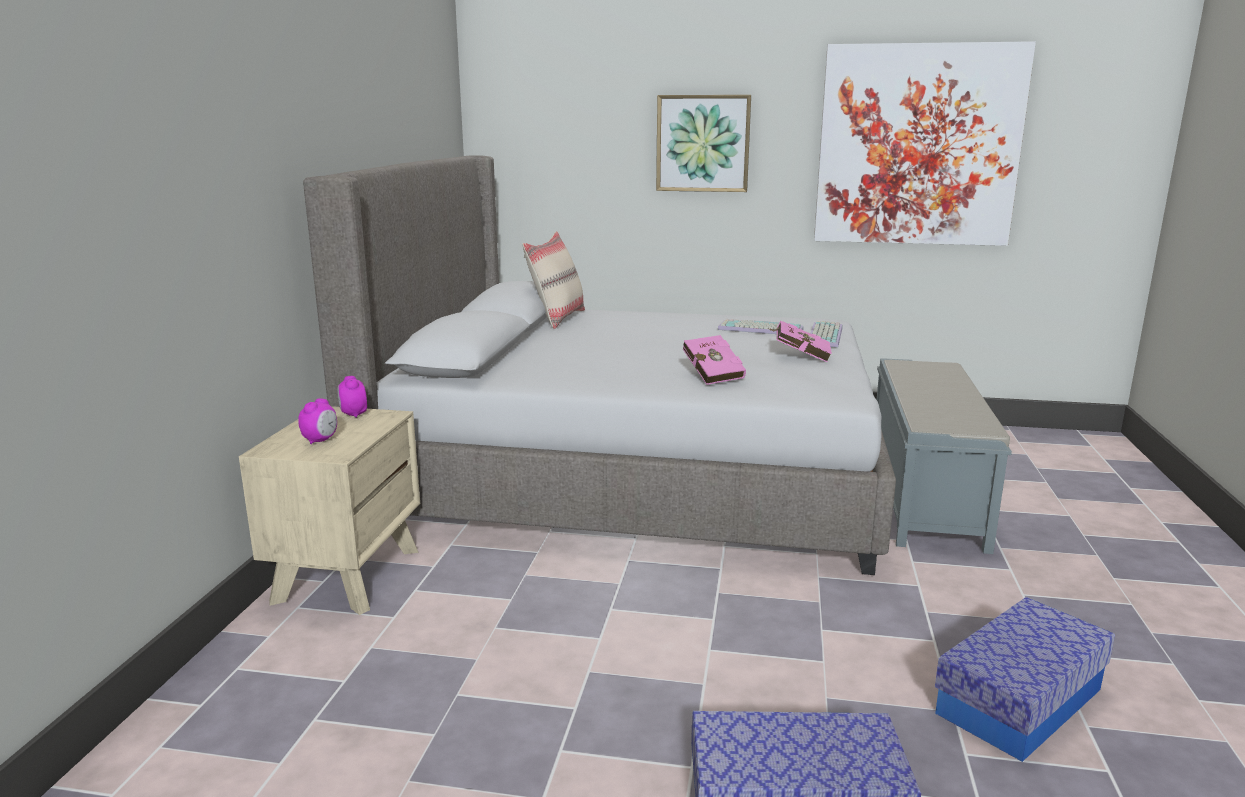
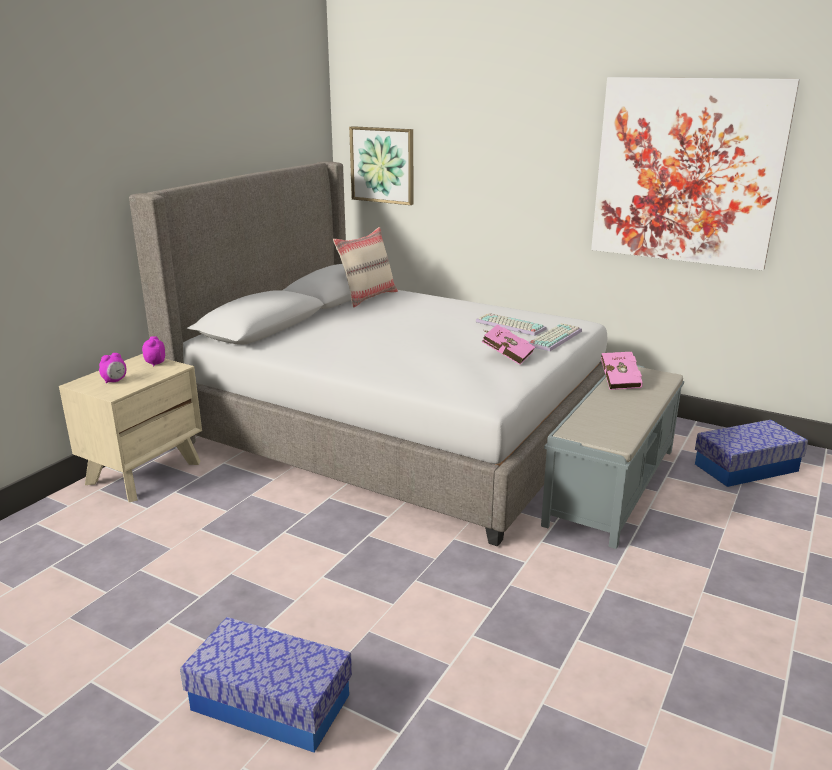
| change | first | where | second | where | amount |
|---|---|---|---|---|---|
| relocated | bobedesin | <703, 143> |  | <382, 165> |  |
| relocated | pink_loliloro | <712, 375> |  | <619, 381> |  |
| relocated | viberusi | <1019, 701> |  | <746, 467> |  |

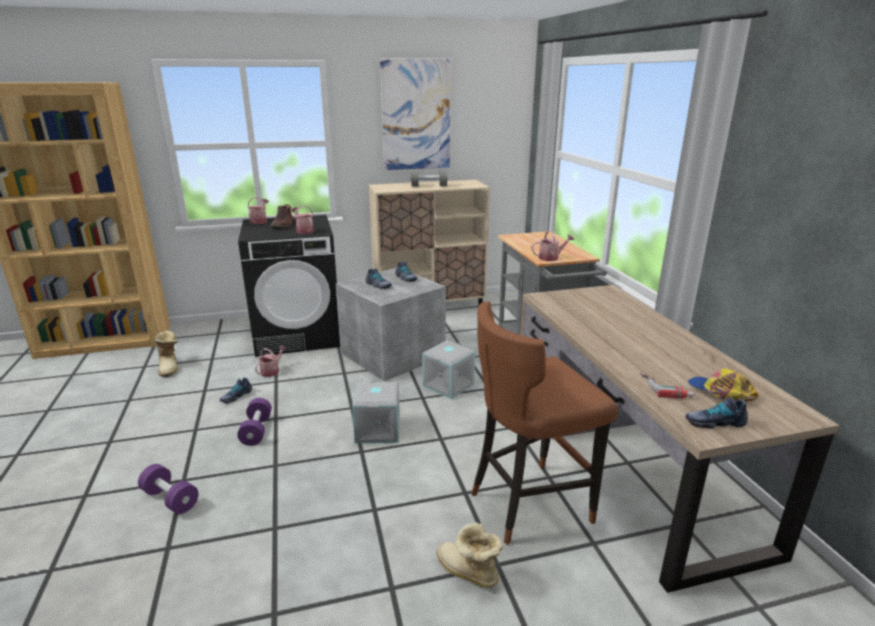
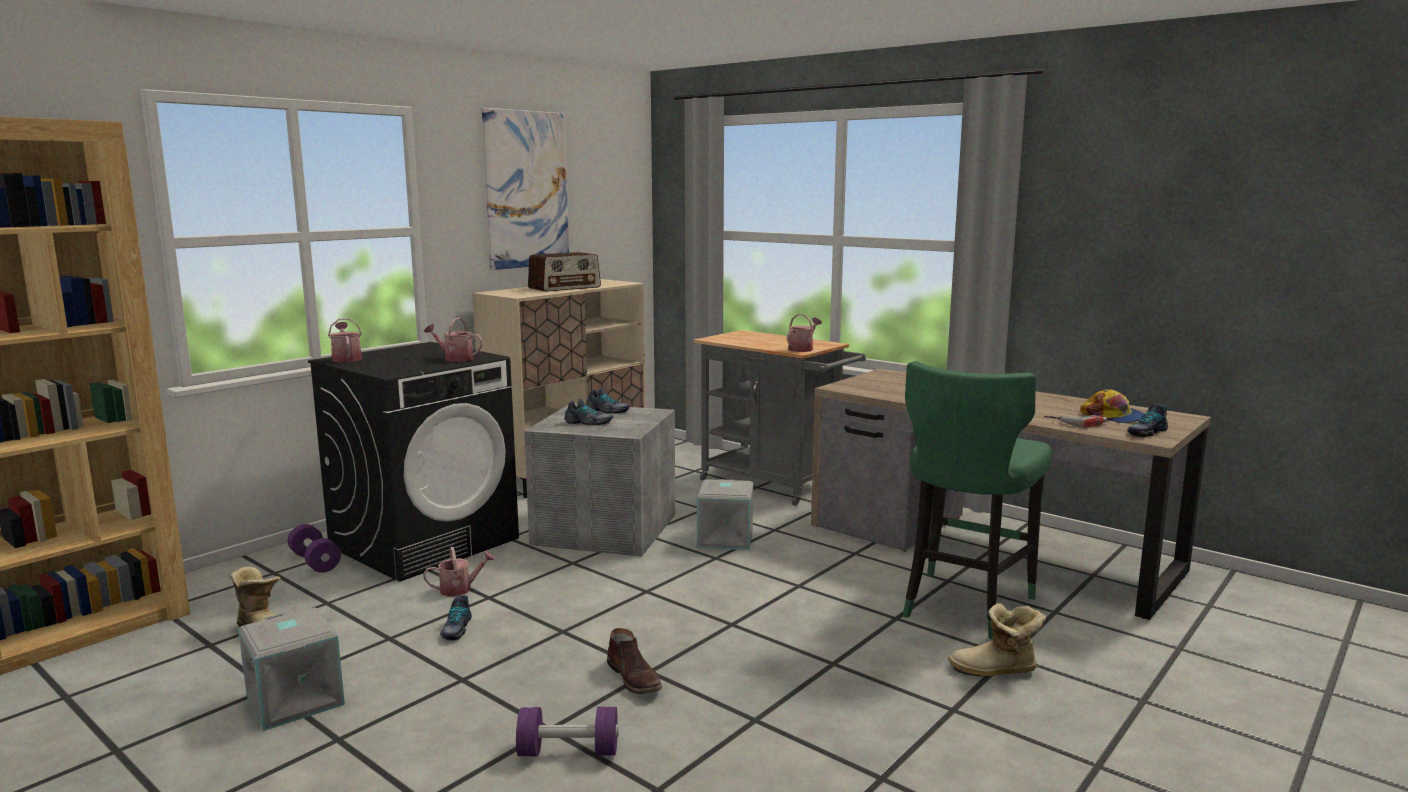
| change | first | where | second | where | amount |
|---|---|---|---|---|---|
| relocated | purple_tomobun | <256, 430> |  | <315, 562> |  |
| spun | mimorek | <272, 371> |  | <460, 589> | 75 degrees clockwise |
| relocated | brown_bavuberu | <283, 225> |  | <635, 678> |  |
| relocated | grey_viberusi | <379, 430> |  | <297, 700> |  |
| exchanged | grey_tomobun | <429, 186> | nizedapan | <565, 287> |  |
| colour | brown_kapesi | <528, 504> | green_kapesi | <963, 606> |  |
| spun | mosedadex | <719, 392> |  | <1113, 417> | 135 degrees counterclockwise |

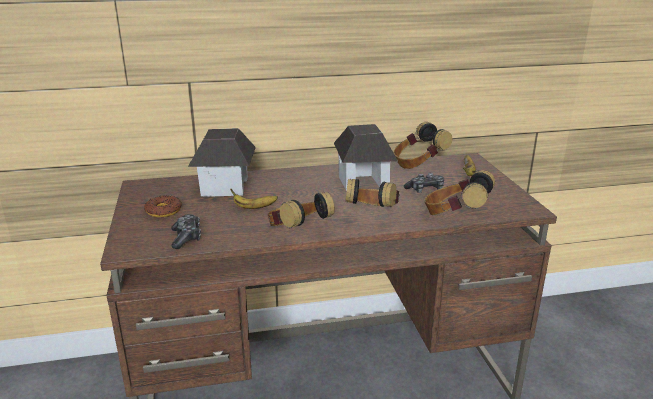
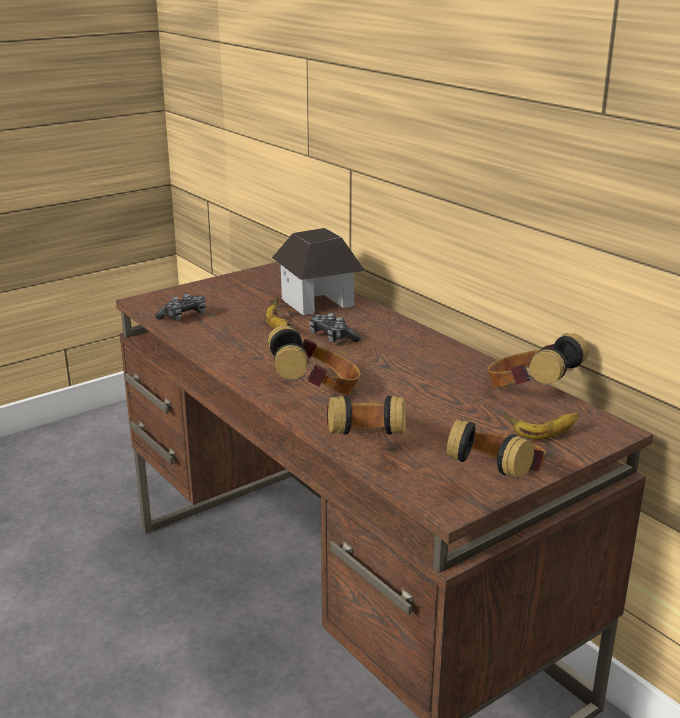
| change | first | where | second | where | amount |
|---|---|---|---|---|---|
| missing | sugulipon | <163, 211> |  |  |  |
| relocated | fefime | <297, 233> |  | <497, 482> |  |
| missing | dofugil | <363, 181> |  |  |  |
| relocated | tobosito | <425, 190> |  | <332, 337> |  |

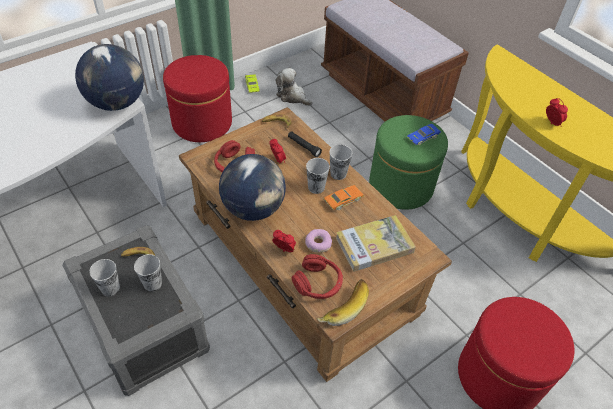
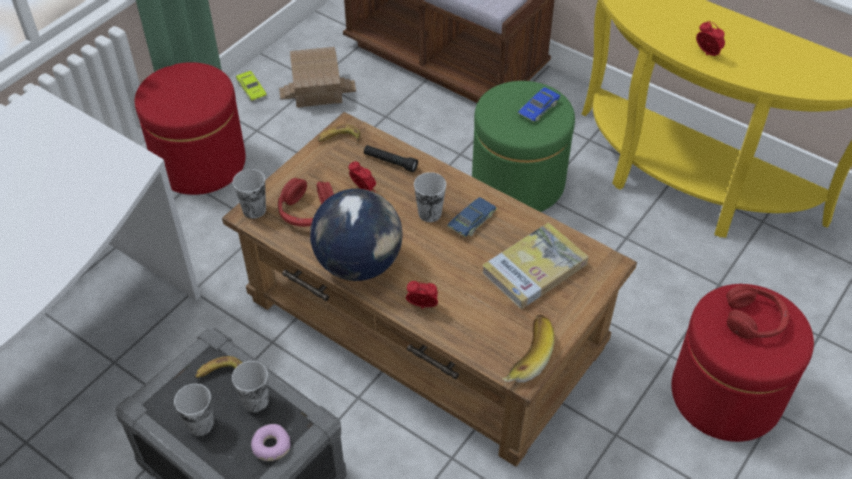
| change | first | where | second | where | amount |
|---|---|---|---|---|---|
| missing | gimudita | <117, 103> |  |  |  |
| exchanged | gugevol | <292, 96> | dofugil | <317, 91> |  |
| relocated | red_fefime | <318, 283> |  | <754, 320> |  |
| relocated | sugulipon | <318, 243> |  | <271, 446> |  |
| colour | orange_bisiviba | <343, 200> | blue_bisiviba | <471, 221> |  |
| relocated | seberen | <338, 174> |  | <254, 210> |  |

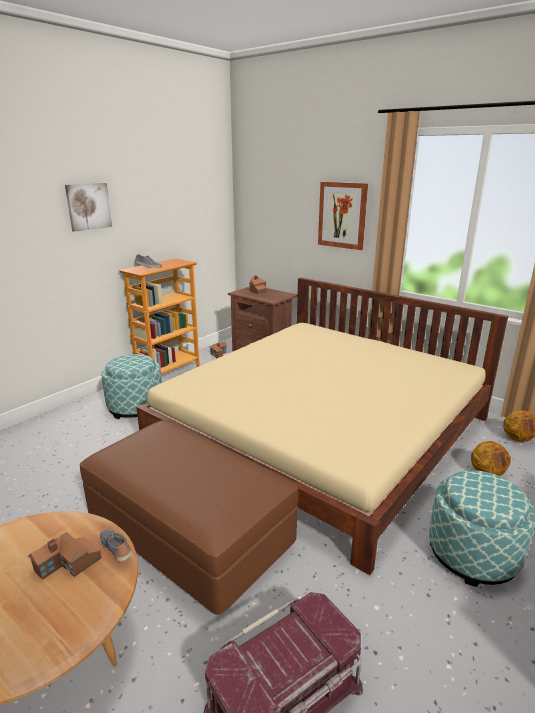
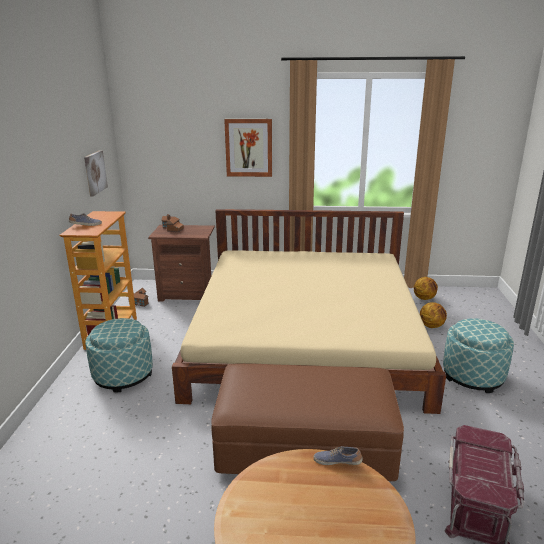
| change | first | where | second | where | amount |
|---|---|---|---|---|---|
| missing | dofugil | <68, 564> |  |  |  |
| relocated | bobedesin | <88, 206> |  | <94, 172> |  |

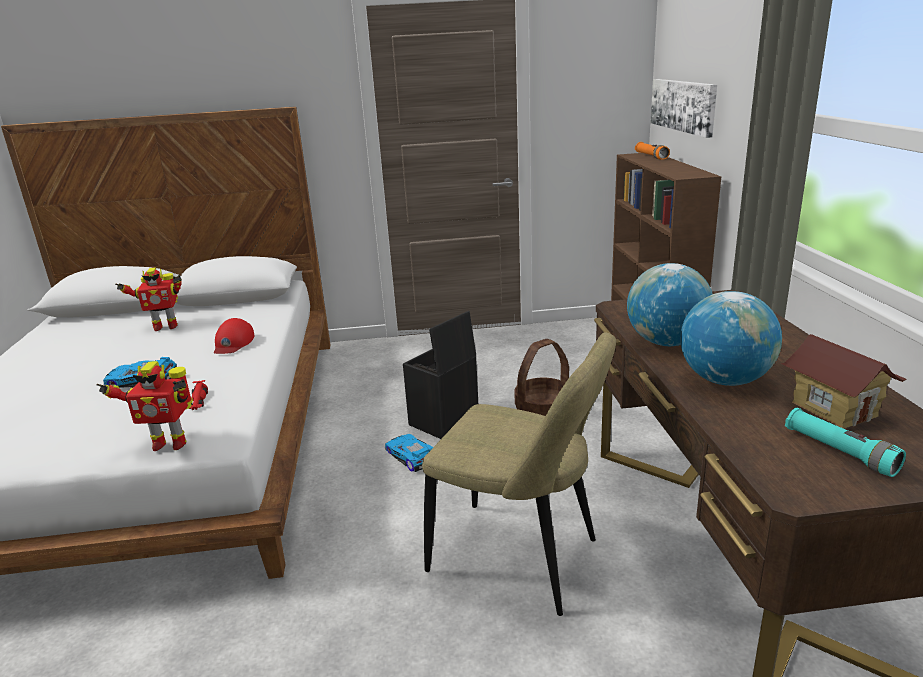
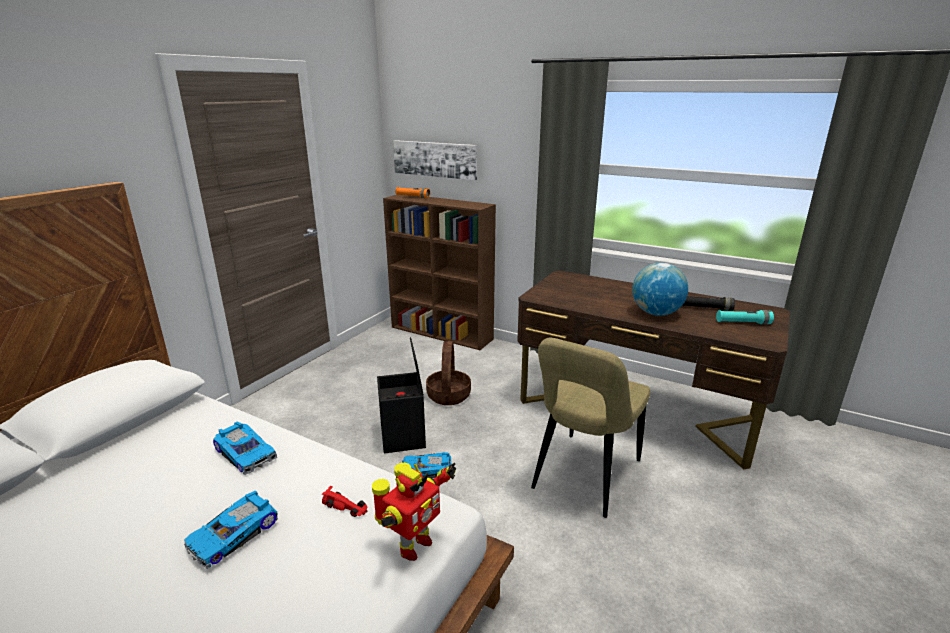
| change | first | where | second | where | amount |
|---|---|---|---|---|---|
| missing | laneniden | <165, 327> |  |  |  |
| exchanged | red_mosedadex | <233, 343> | bisiviba | <246, 453> |  |
| spun | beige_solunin | <520, 558> |  | <584, 477> | 150 degrees clockwise |
| missing | gimudita | <666, 342> |  |  |  |
| exchanged | dofugil | <834, 409> | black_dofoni | <706, 308> |  |

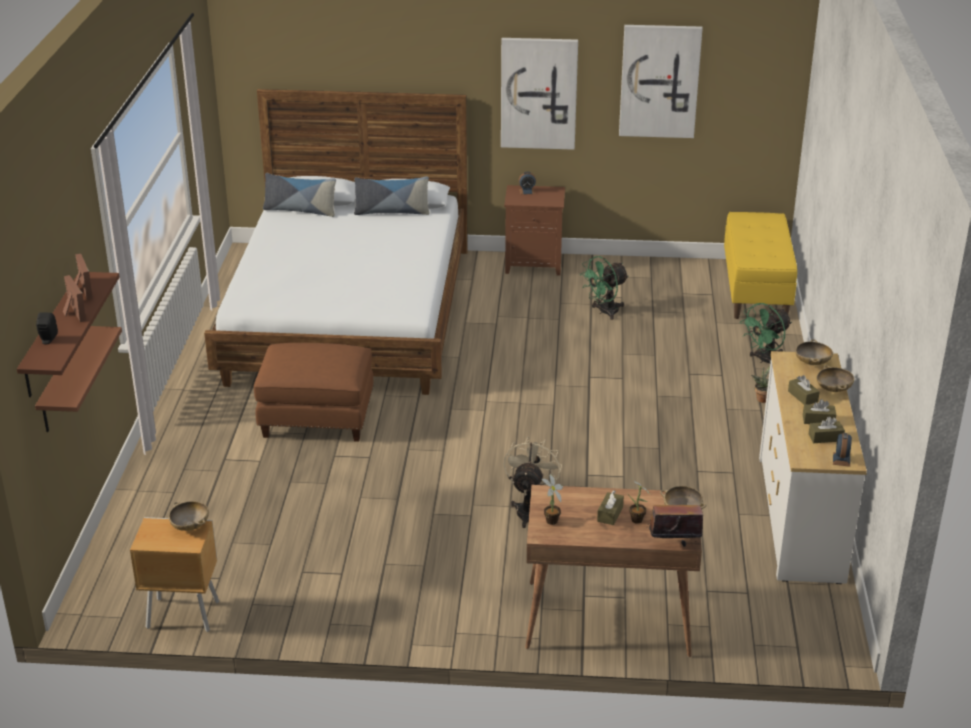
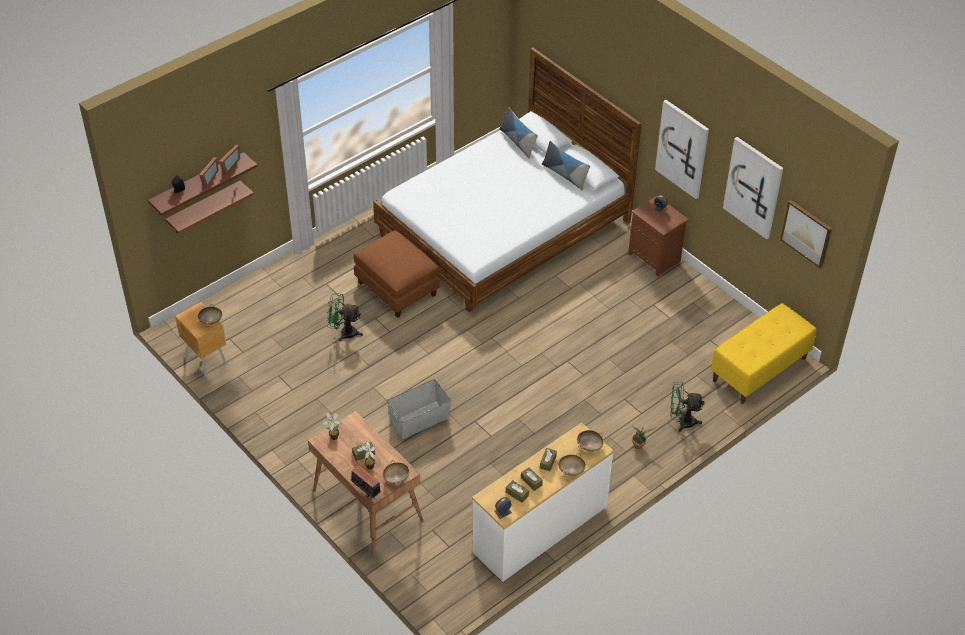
| change | first | where | second | where | amount |
|---|---|---|---|---|---|
| exchanged | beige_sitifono | <529, 509> | grey_viberusi | <419, 419> |  |
| relocated | green_sitifono | <604, 312> |  | <344, 332> |  |
| appeared |  |  | bobedesin | <806, 233> |  |

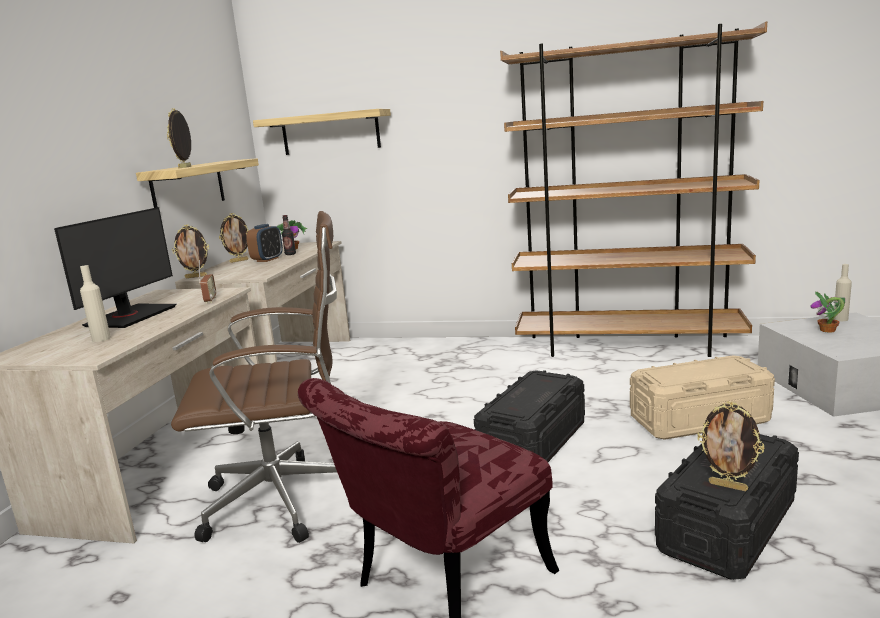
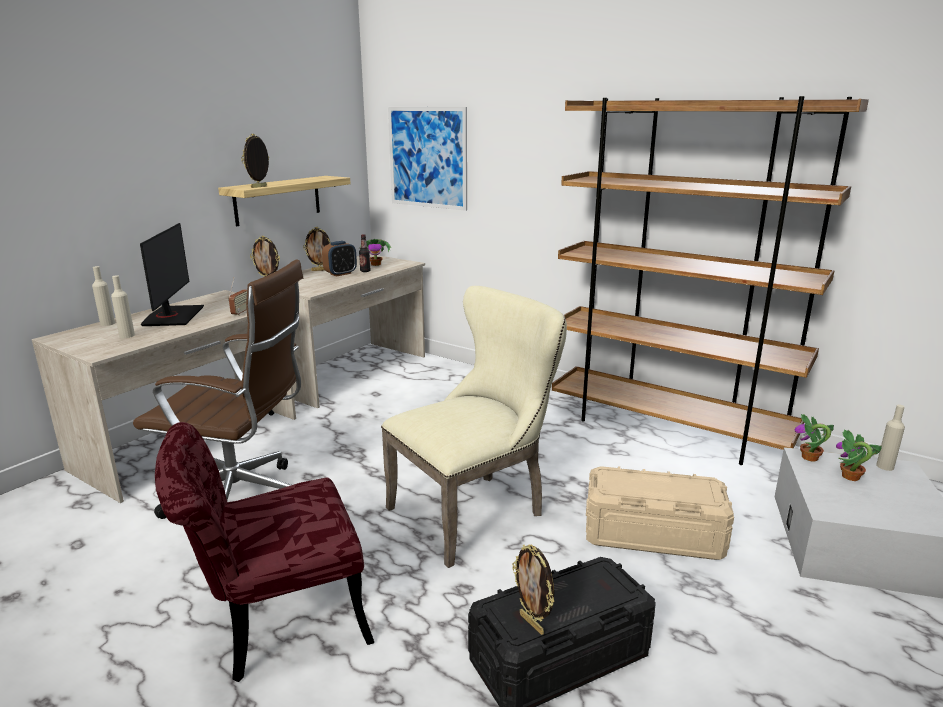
| change | first | where | second | where | amount |
|---|---|---|---|---|---|
| spun | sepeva | <130, 316> |  | <172, 316> | 45 degrees counterclockwise |
| exchanged | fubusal | <330, 132> | bobedesin | <427, 157> |  |
| exchanged | black_viberusi | <533, 443> | beige_solunin | <475, 510> |  |
| appeared |  |  | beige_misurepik | <107, 323> |  |
| appeared |  |  | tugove | <809, 458> |  |

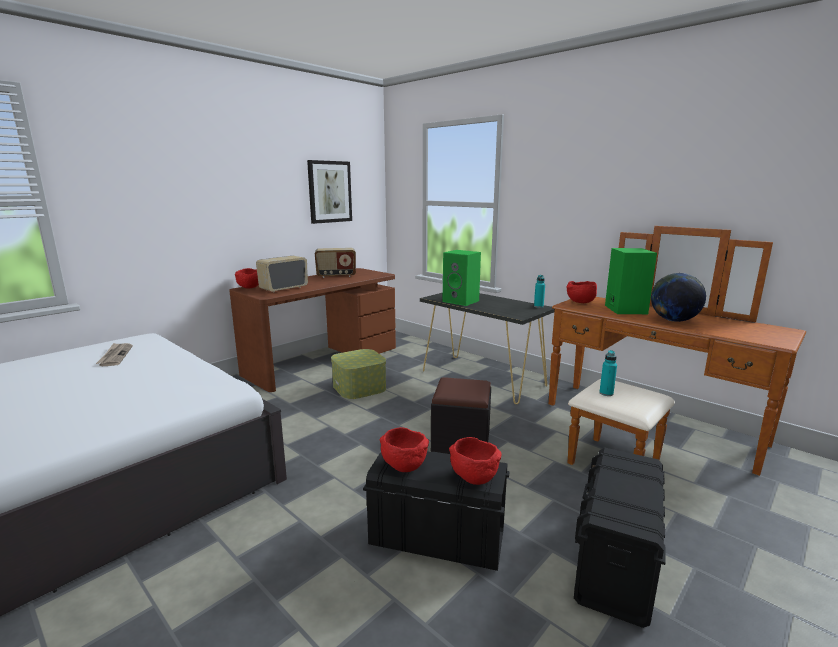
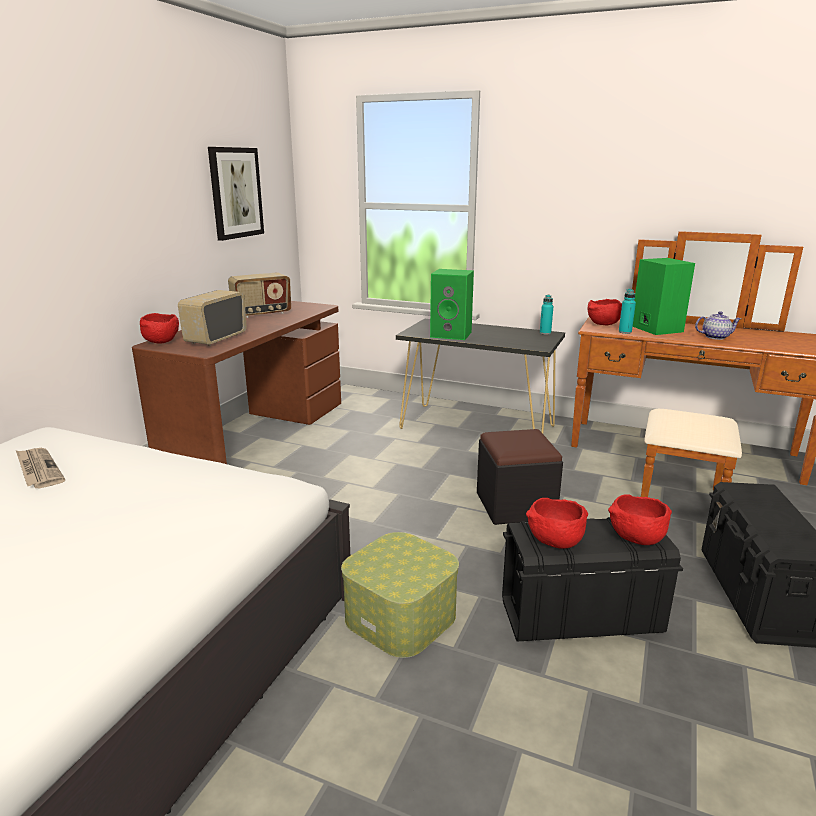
| change | first | where | second | where | amount |
|---|---|---|---|---|---|
| relocated | viberusi | <359, 387> |  | <400, 616> |  |
| relocated | turquoise_misurepik | <606, 393> |  | <625, 332> |  |
| exchanged | gimudita | <674, 320> | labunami | <715, 337> |  |

